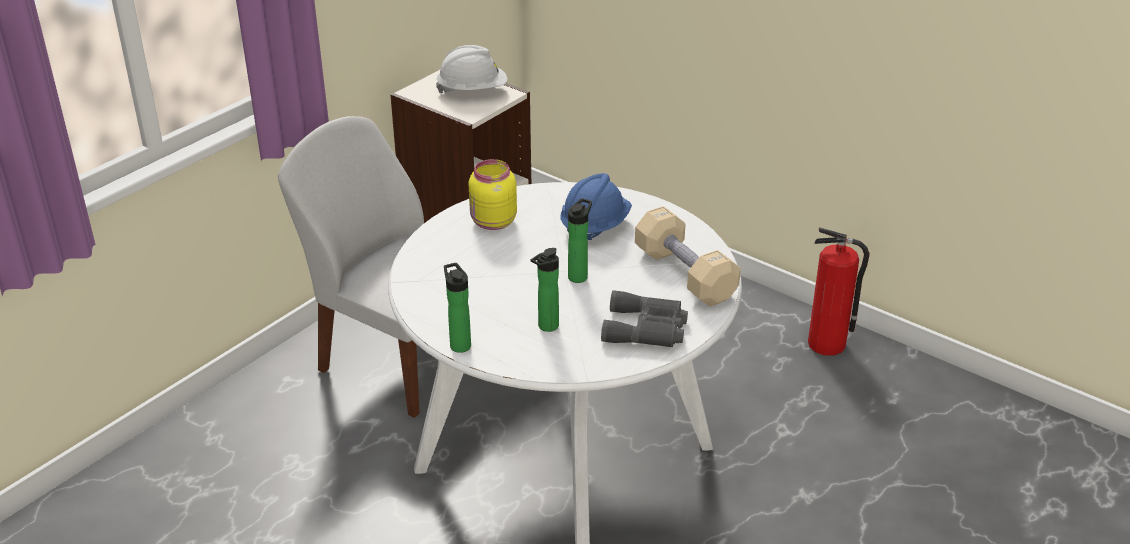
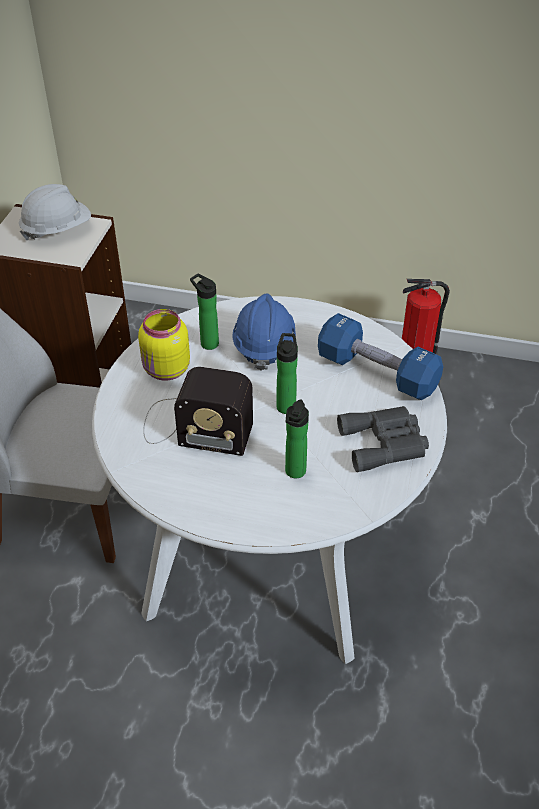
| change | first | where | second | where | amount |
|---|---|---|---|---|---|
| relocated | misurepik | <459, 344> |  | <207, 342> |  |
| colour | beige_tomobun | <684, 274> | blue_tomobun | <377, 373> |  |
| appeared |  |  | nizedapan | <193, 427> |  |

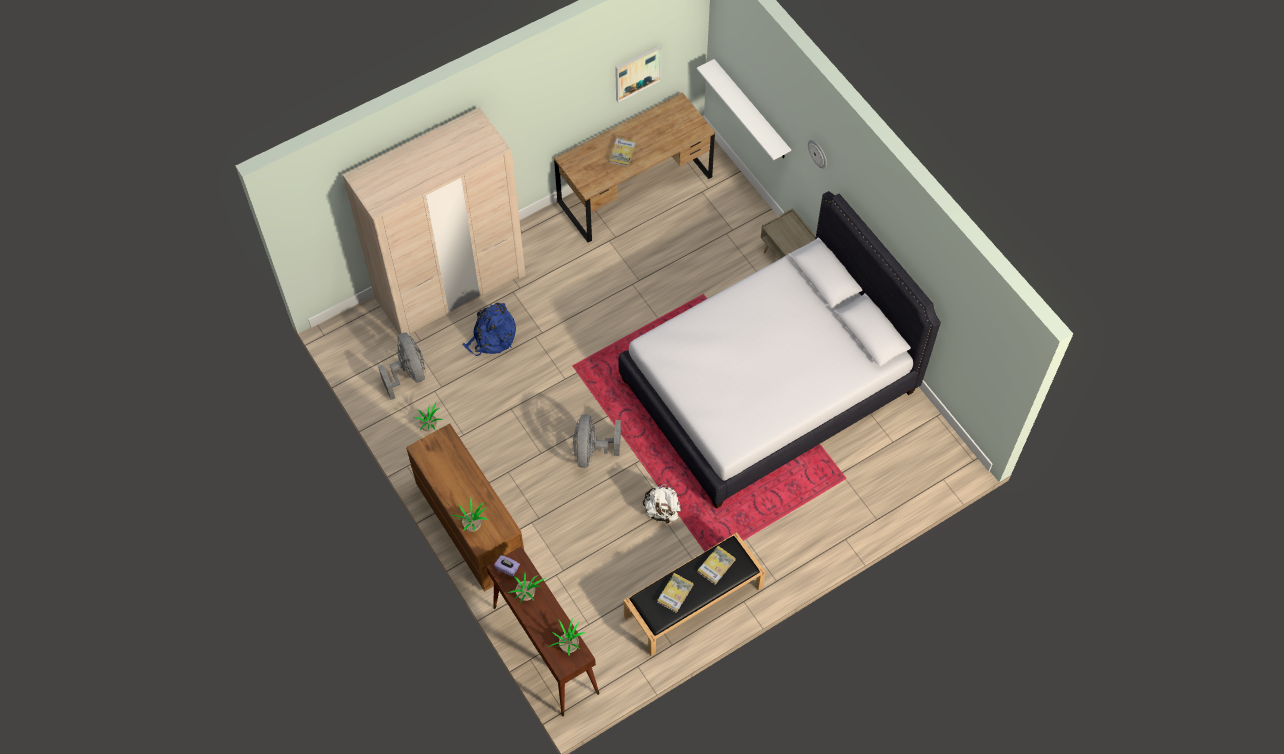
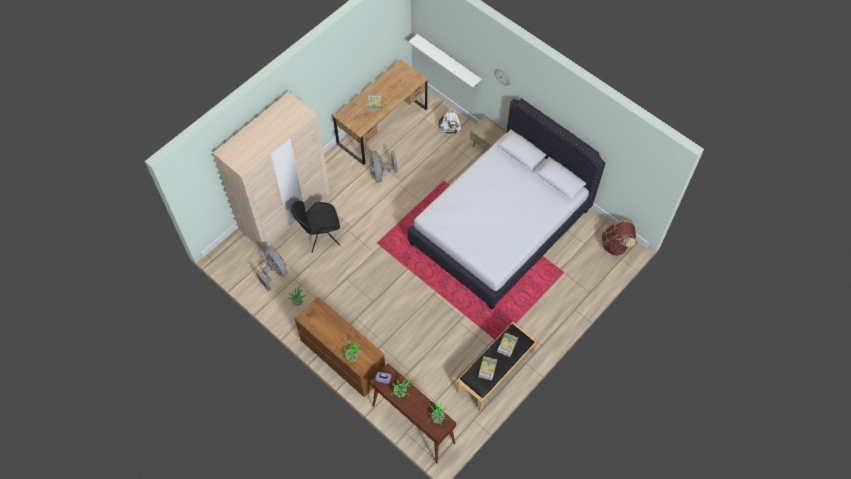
| change | first | where | second | where | amount |
|---|---|---|---|---|---|
| exchanged | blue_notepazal | <492, 337> | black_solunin | <320, 237> |  |
| relocated | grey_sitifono | <592, 451> |  | <381, 173> |  |
| missing | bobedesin | <637, 72> |  |  |  |
| relocated | white_notepazal | <662, 511> |  | <450, 129> |  |
| appeared |  |  | brown_notepazal | <616, 245> |  |

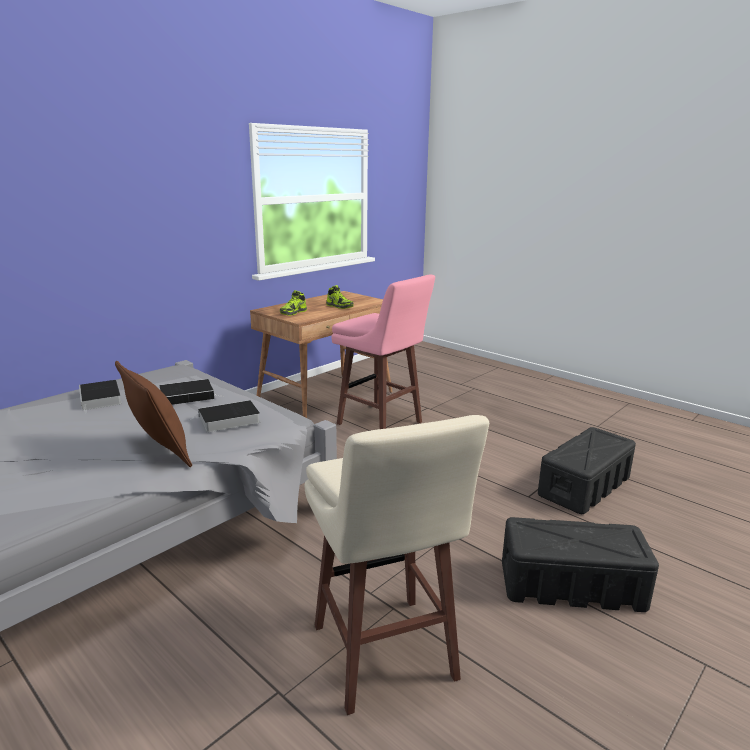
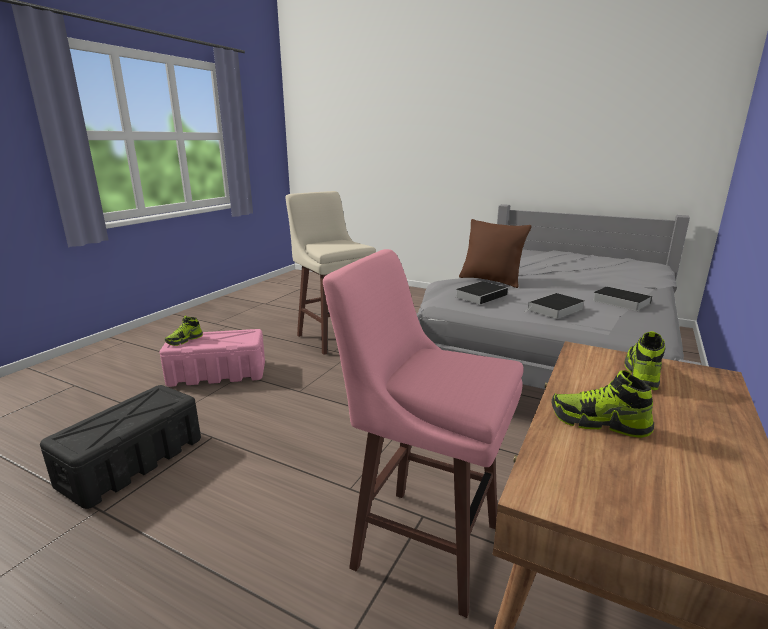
| change | first | where | second | where | amount |
|---|---|---|---|---|---|
| colour | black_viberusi | <570, 585> | pink_viberusi | <218, 373> |  |
| appeared |  |  | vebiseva | <184, 340> |  |

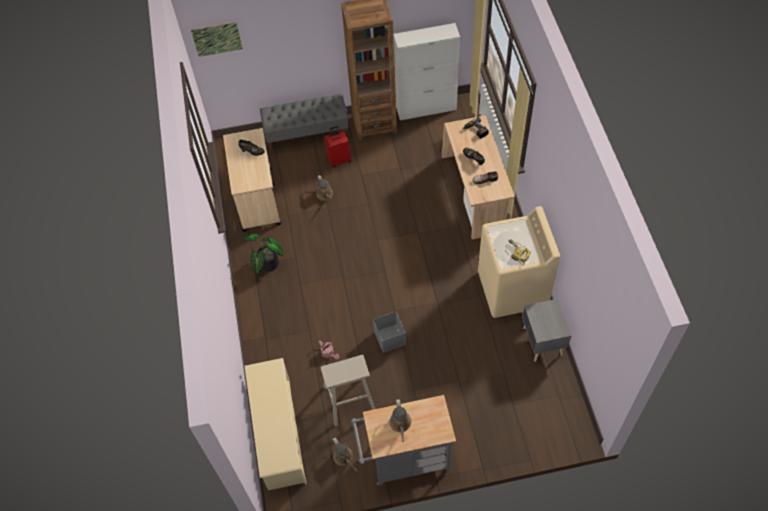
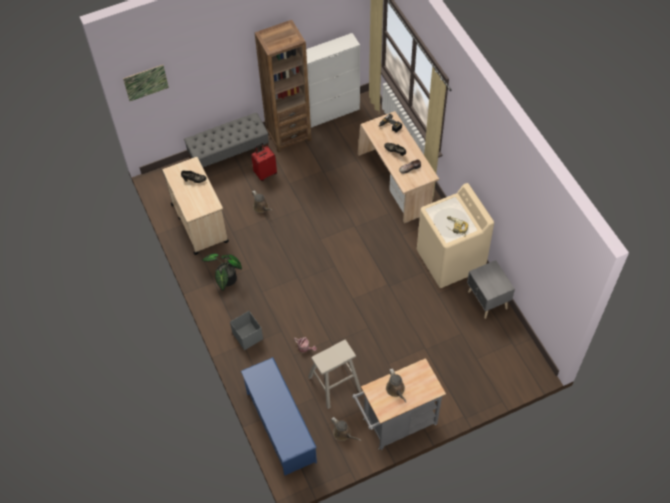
| change | first | where | second | where | amount |
|---|---|---|---|---|---|
| colour | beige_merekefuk | <279, 435> | blue_merekefuk | <280, 426> |  |
| relocated | grey_viberusi | <390, 338> |  | <247, 336> |  |

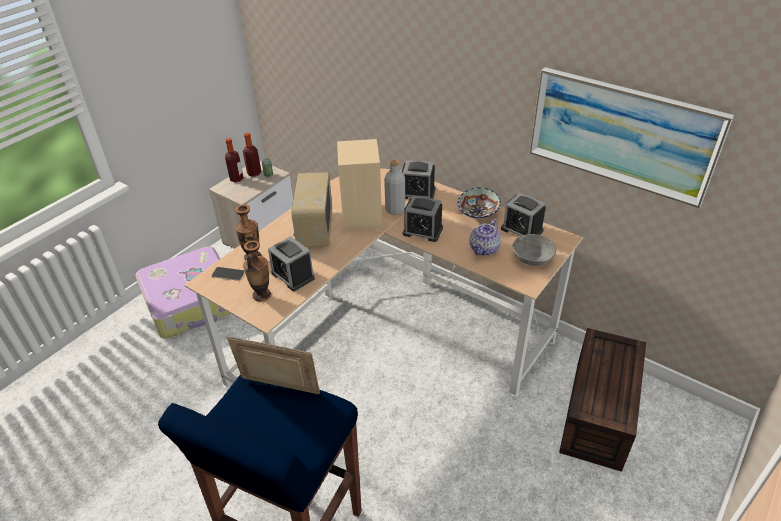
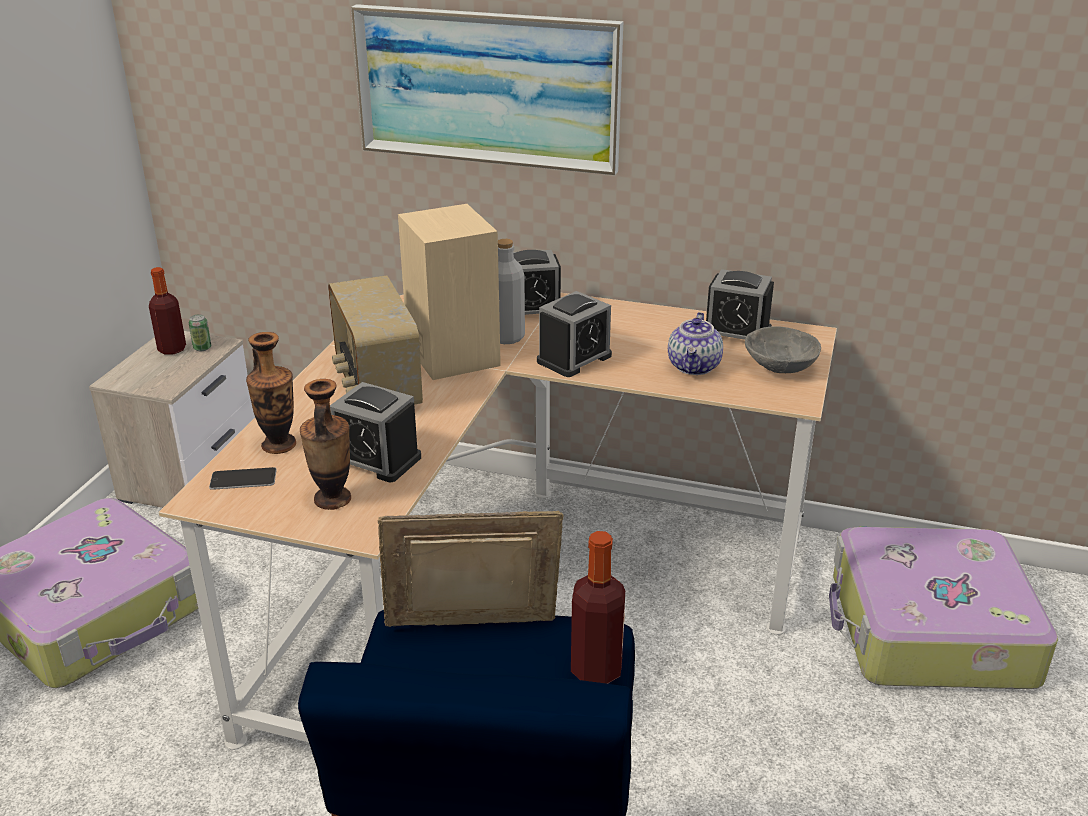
| change | first | where | second | where | amount |
|---|---|---|---|---|---|
| relocated | misurepik | <236, 179> |  | <596, 670> |  |
| spun | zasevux | <422, 231> |  | <574, 359> | 45 degrees counterclockwise |
| missing | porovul | <477, 213> |  |  |  |
| relocated | bobedesin | <622, 134> |  | <487, 88> |  |
| exchanged | brown_viberusi | <599, 416> | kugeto | <928, 630> |  |

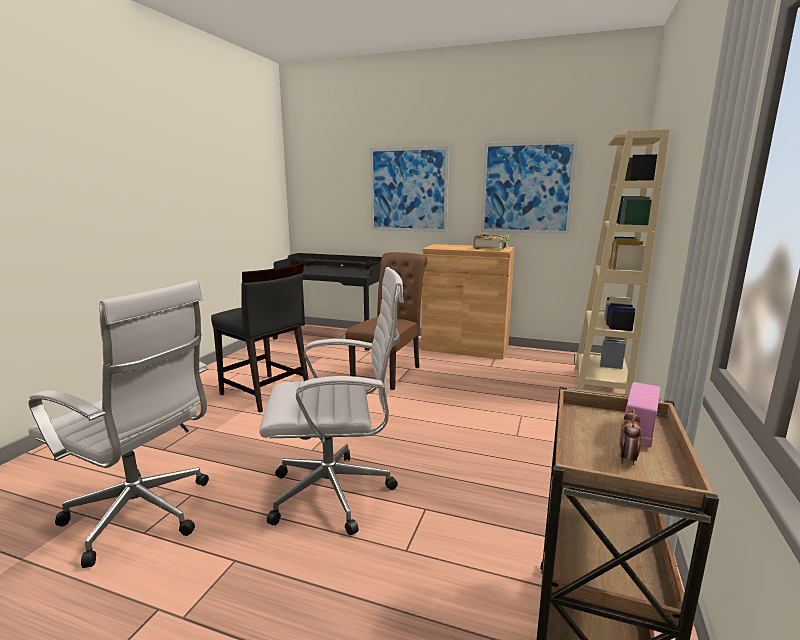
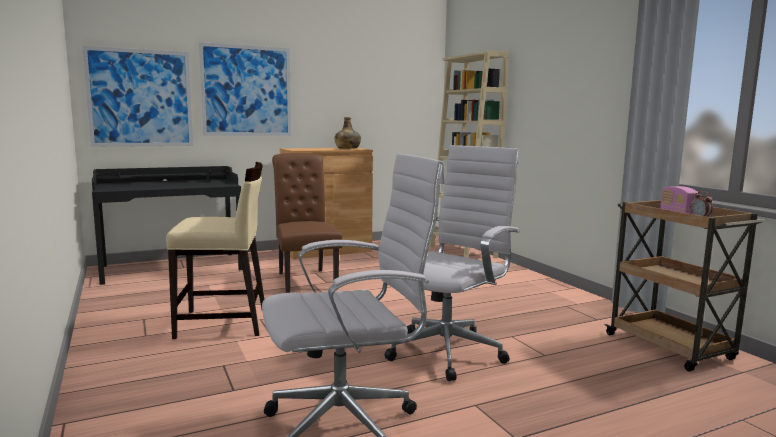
| change | first | where | second | where | amount |
|---|---|---|---|---|---|
| colour | black_solunin | <265, 393> | beige_solunin | <223, 323> |  |
| exchanged | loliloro | <492, 248> | green_misurepik | <347, 148> |  |
| relocated | bobedesin | <526, 188> |  | <140, 98> |  |

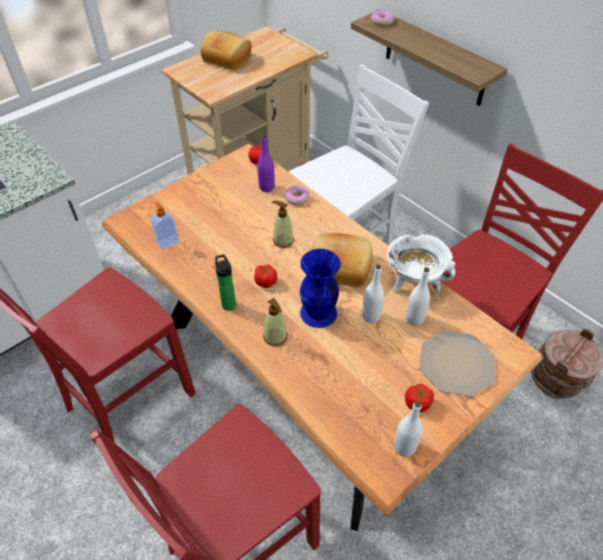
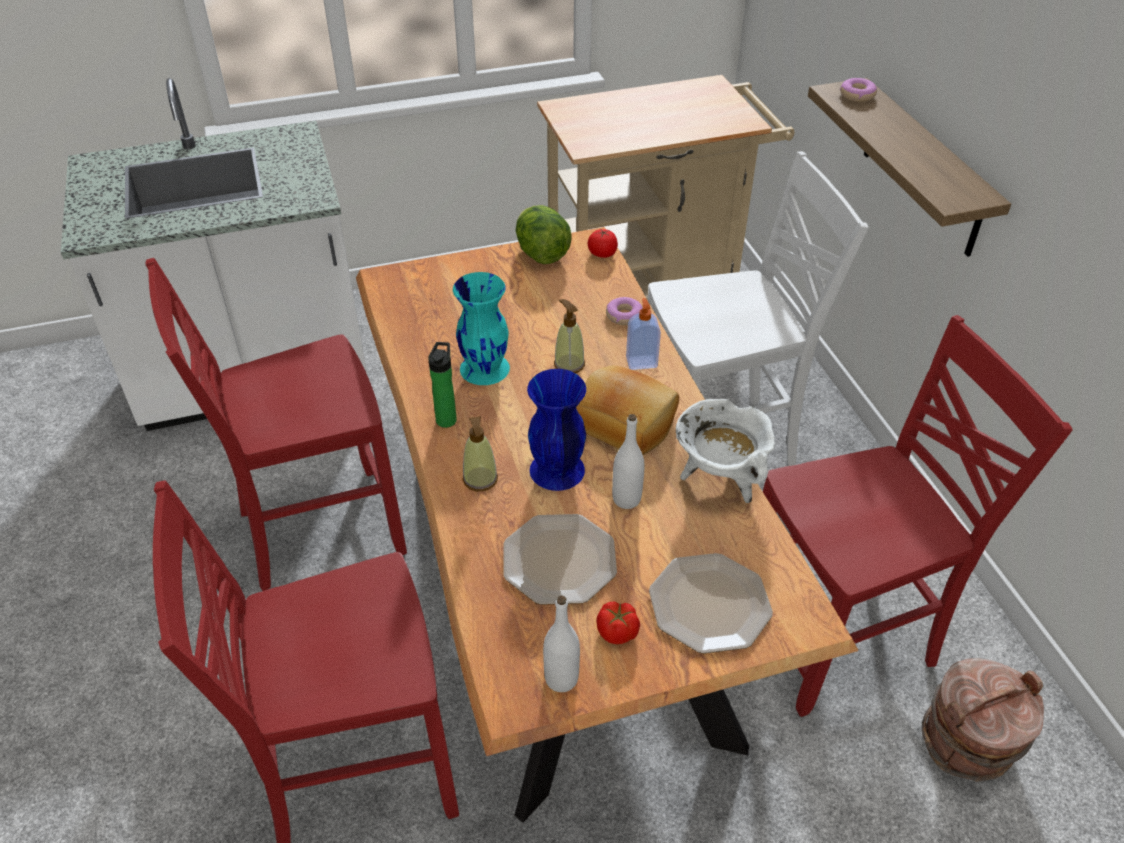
| change | first | where | second | where | amount |
|---|---|---|---|---|---|
| relocated | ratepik | <167, 242> |  | <641, 361> |  |
| missing | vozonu | <228, 59> |  |  |  |
| missing | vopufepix | <265, 282> |  |  |  |
| missing | purple_misurepik | <266, 187> |  |  |  |
| missing | white_misurepik | <414, 319> |  |  |  |
| appeared |  |  | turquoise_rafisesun | <485, 367> |  |
| appeared |  |  | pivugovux | <560, 560> |  |
| appeared |  |  | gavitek | <542, 254> |  |

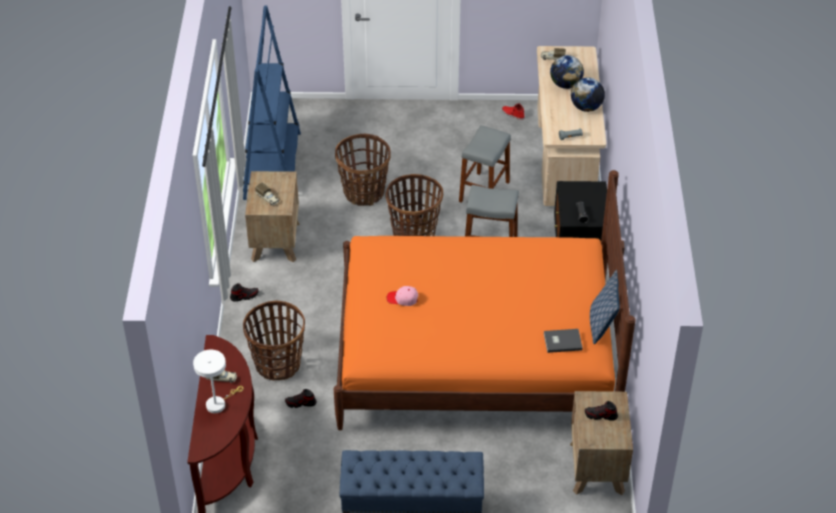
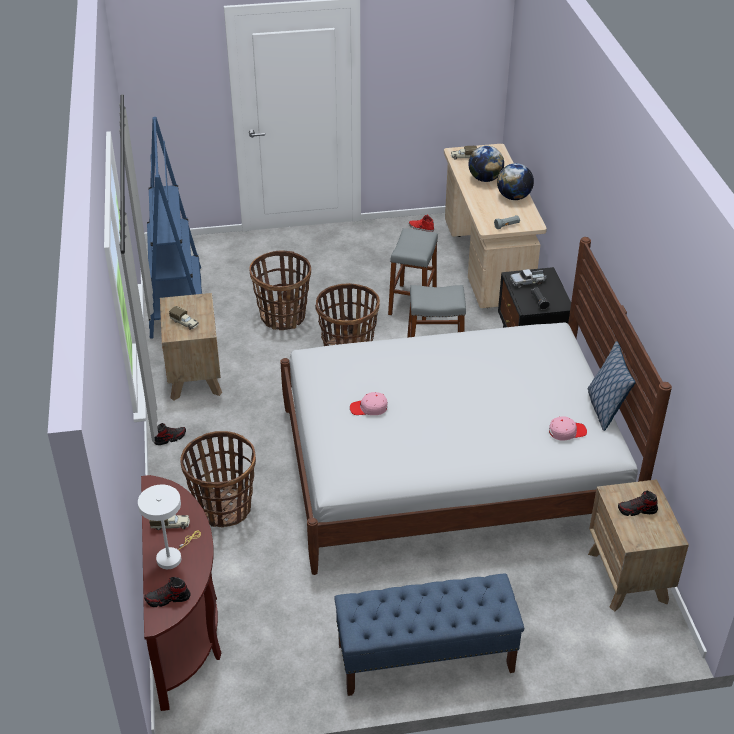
| change | first | where | second | where | amount |
|---|---|---|---|---|---|
| relocated | vebiseva | <301, 403> |  | <168, 599> |  |
| colour | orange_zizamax | <475, 354> | white_zizamax | <450, 468> |  |
| exchanged | grey_loliloro | <562, 341> | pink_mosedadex | <567, 432> |  |
| appeared |  |  | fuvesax | <528, 282> |  |

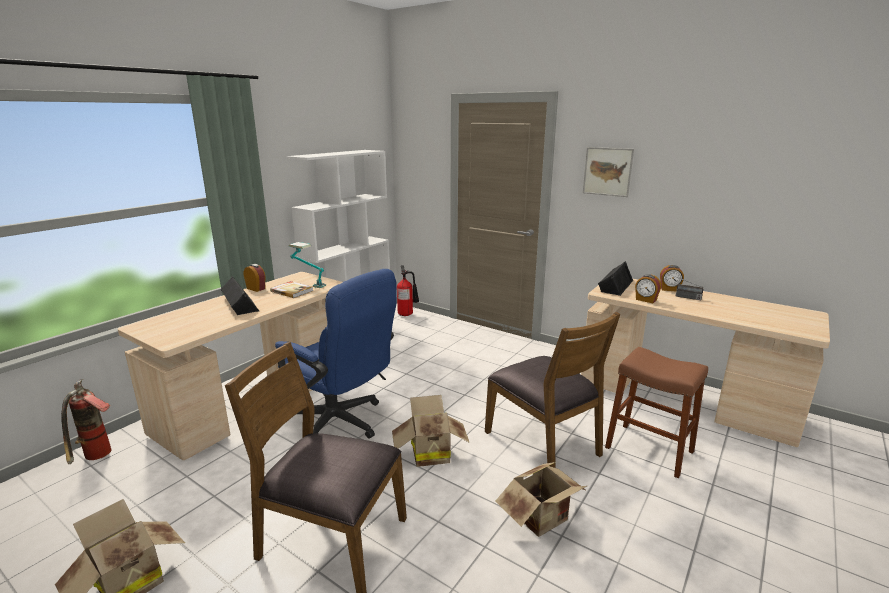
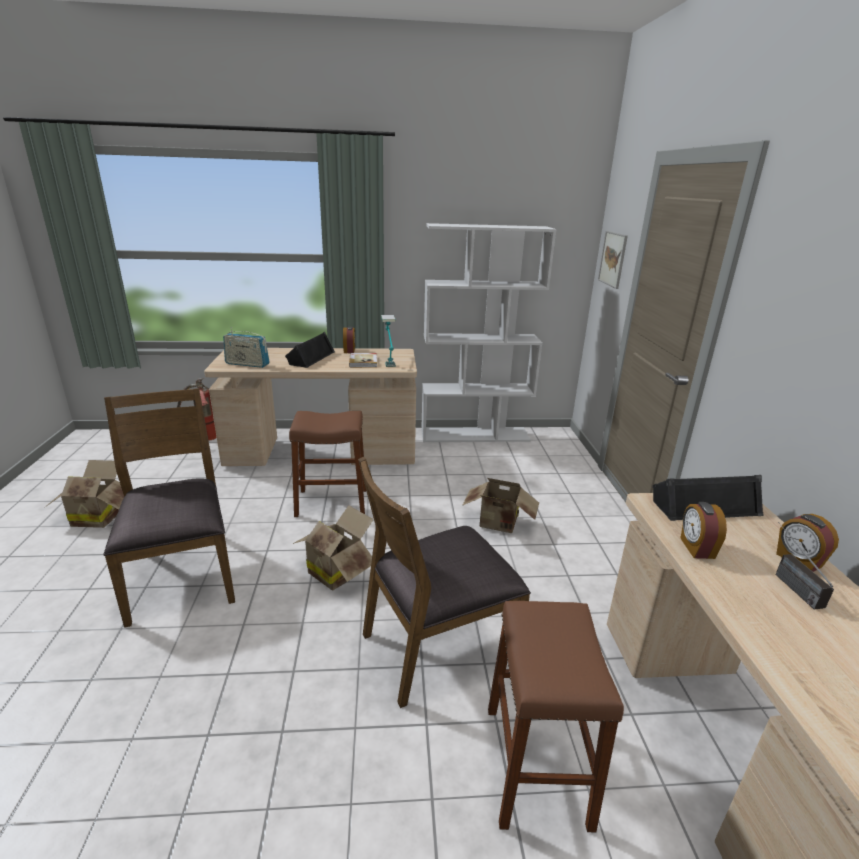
| change | first | where | second | where | amount |
|---|---|---|---|---|---|
| exchanged | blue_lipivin | <341, 423> | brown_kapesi | <331, 502> |  |
| missing | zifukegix | <407, 314> |  |  |  |
| spun | brown_solunin | <543, 442> |  | <438, 645> | 45 degrees clockwise |
| relocated | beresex | <543, 519> |  | <499, 524> |  |
| relocated | bobedesin | <607, 171> |  | <613, 259> |  |
| appeared |  |  | nizedapan | <247, 364> |  |

